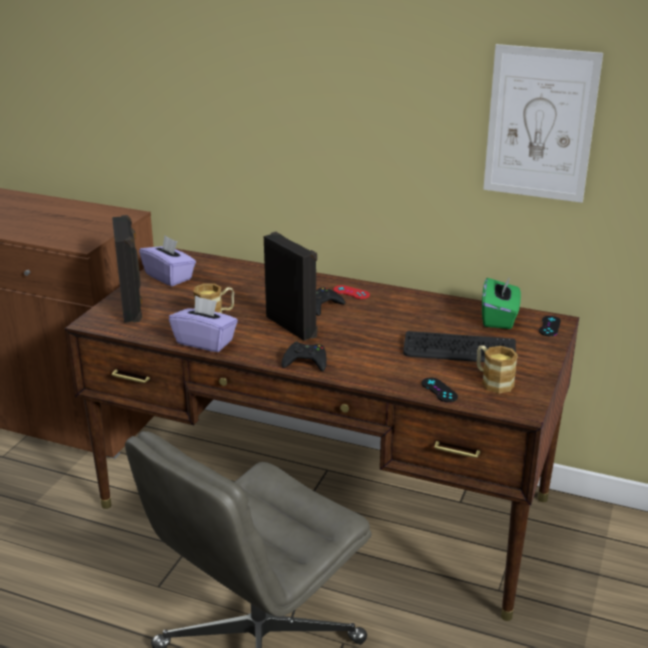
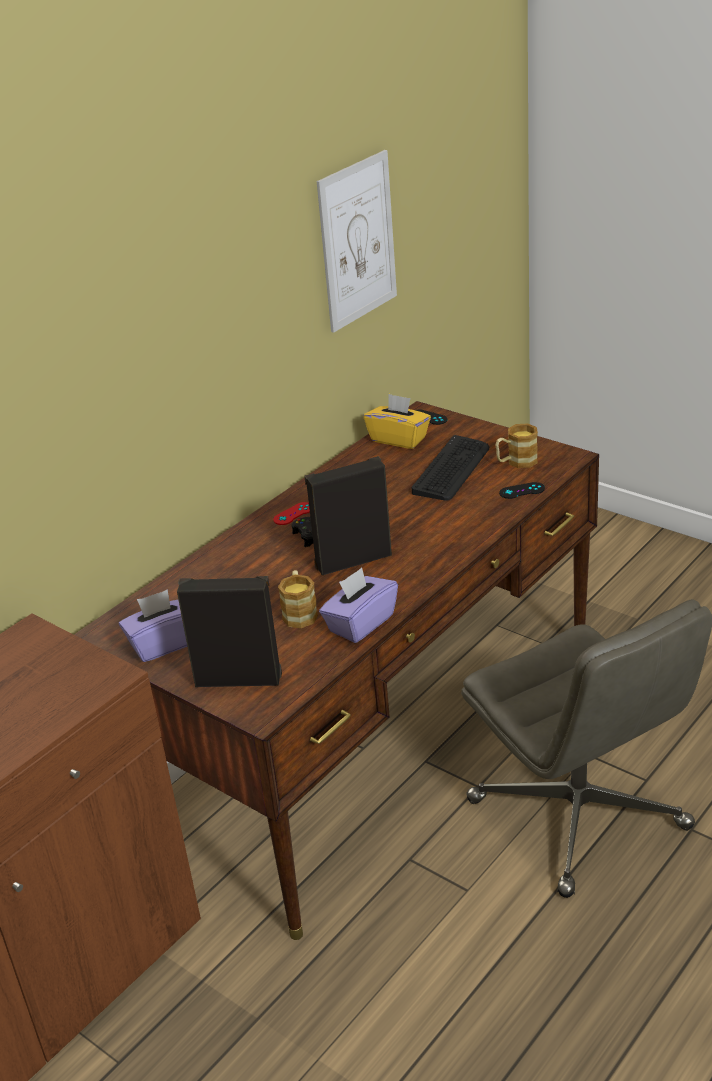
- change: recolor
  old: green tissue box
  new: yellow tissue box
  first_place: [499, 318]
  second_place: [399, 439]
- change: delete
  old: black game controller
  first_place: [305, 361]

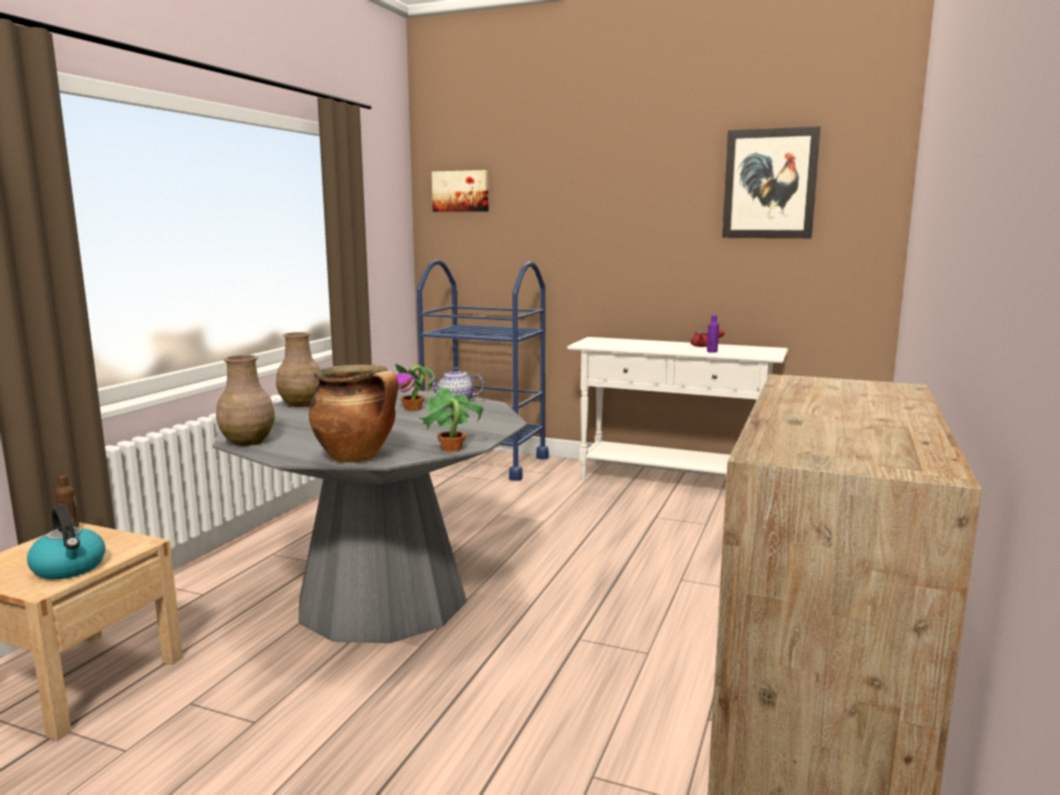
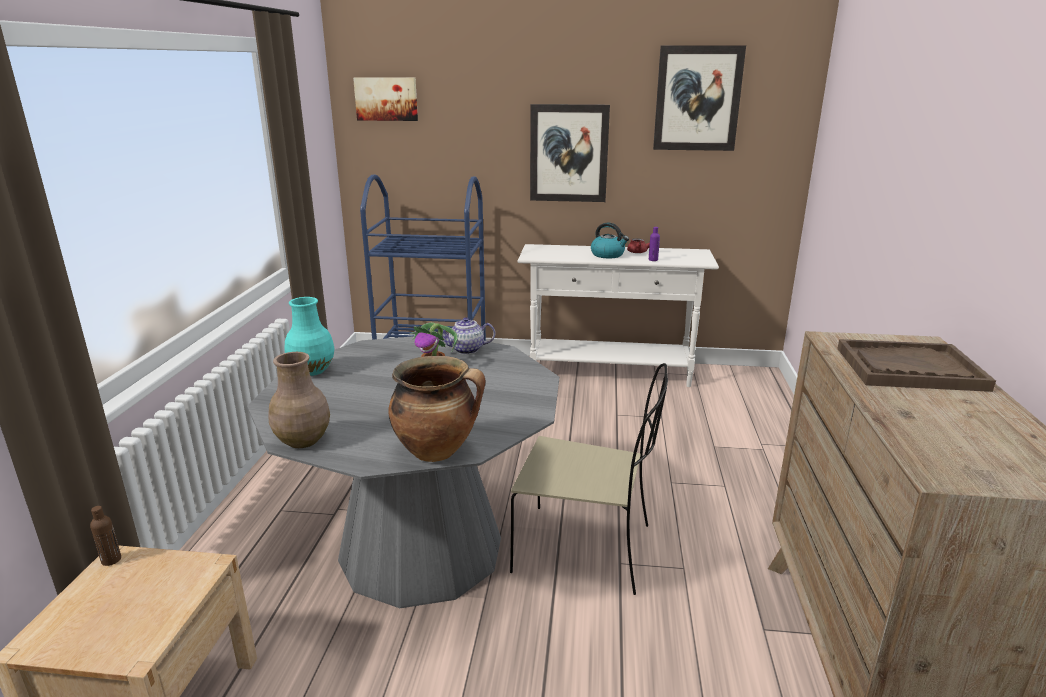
- change: recolor
  old: brown vase
  new: turquoise vase
  first_place: [302, 404]
  second_place: [313, 370]
- change: delete
  old: potted plant
  first_place: [451, 448]
- change: move
  old: kettle
  first_place: [70, 568]
  second_place: [608, 255]
- change: insert
  new: picture
  second_place: [569, 153]
- change: insert
  new: brown tray
  second_place: [909, 369]
- change: insert
  new: beige chair
  second_place: [586, 549]

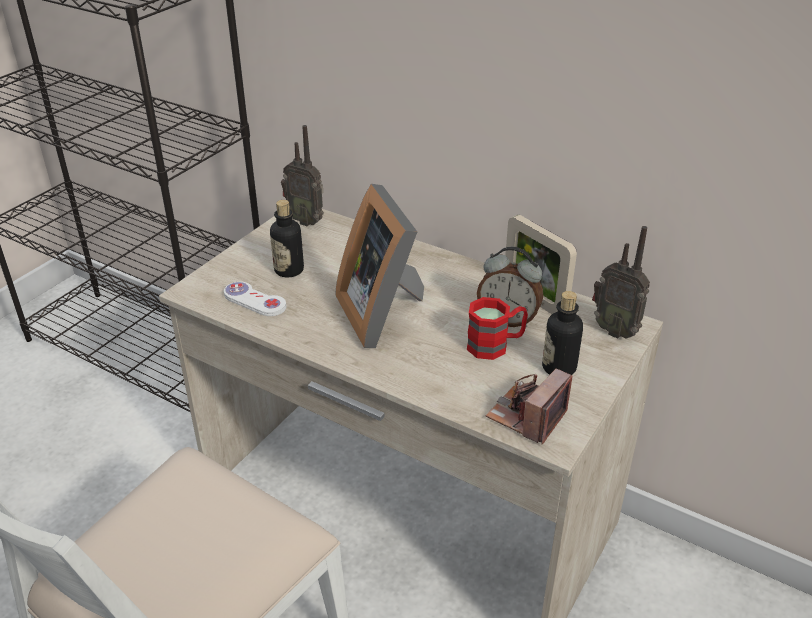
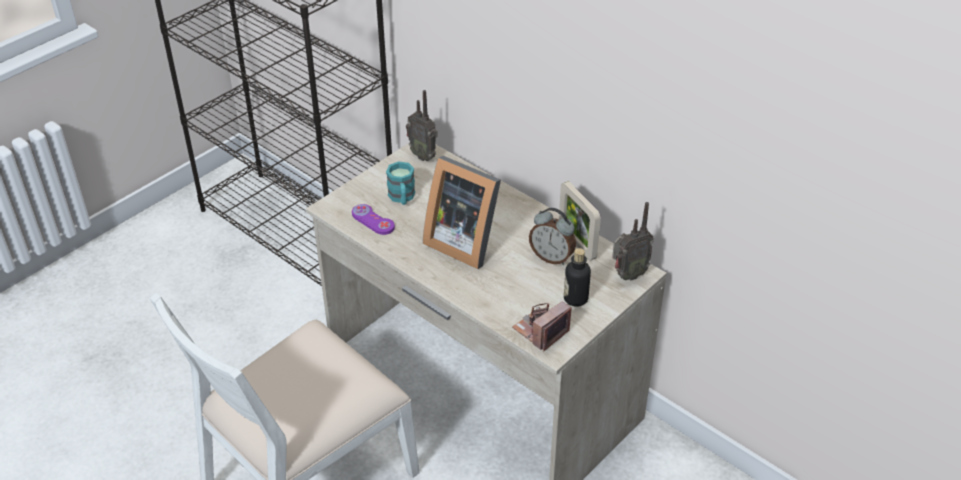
- change: rotate
  old: picture frame
  first_place: [384, 313]
  second_place: [463, 241]
  degrees: -45
- change: replace
  old: bottle
  new: turquoise mug
  first_place: [289, 270]
  second_place: [402, 198]
- change: rotate
  old: radio
  first_place: [615, 330]
  second_place: [627, 275]
  degrees: -75
- change: recolor
  old: white game controller
  new: purple game controller
  first_place: [255, 301]
  second_place: [373, 220]
- change: delete
  old: red mug
  first_place: [495, 345]

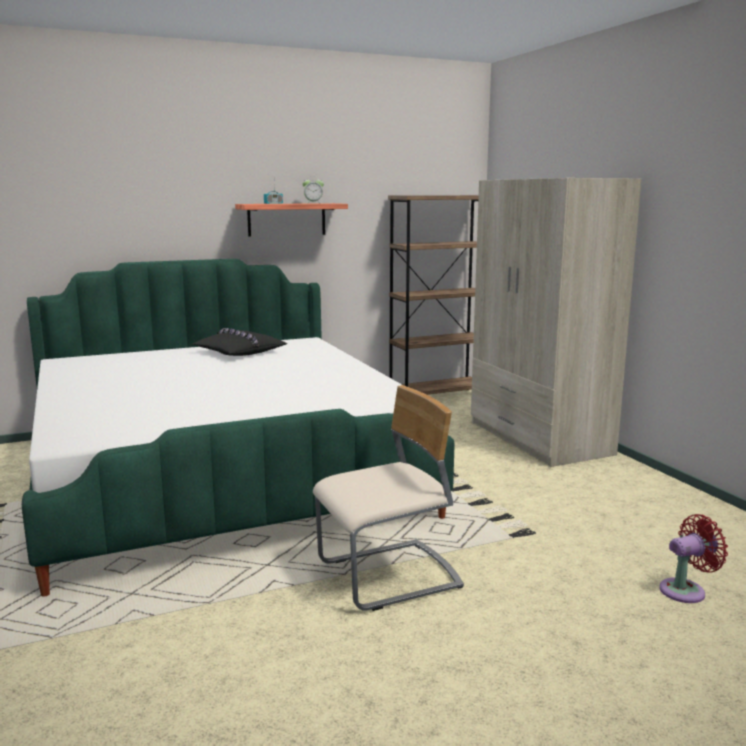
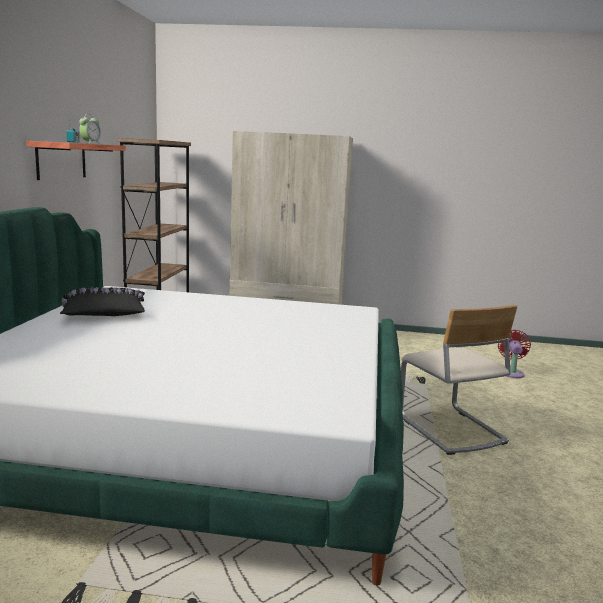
- change: rotate
  old: beige chair
  first_place: [389, 577]
  second_place: [450, 429]
  degrees: 150

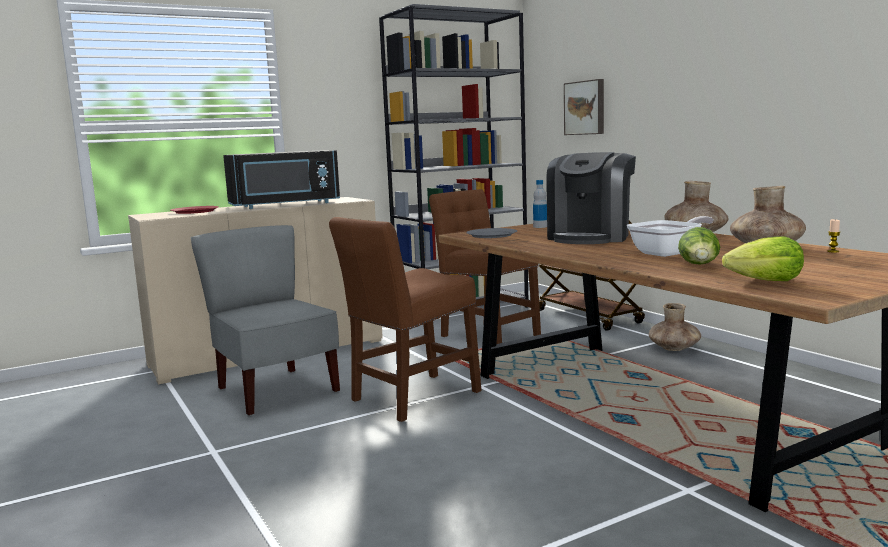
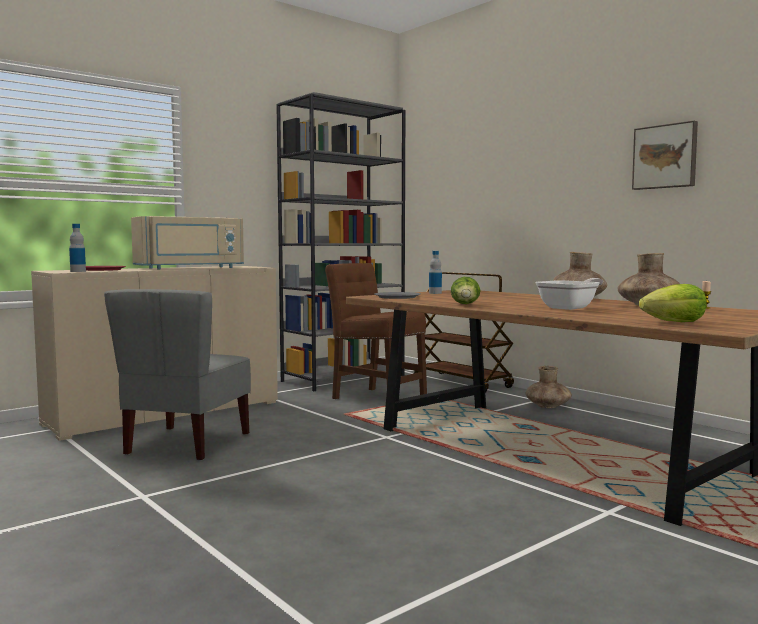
- change: move
  old: picture
  first_place: [585, 108]
  second_place: [665, 157]
- change: recolor
  old: black microwave
  new: beige microwave
  first_place: [285, 205]
  second_place: [191, 268]
- change: delete
  old: coffee machine
  first_place: [590, 237]
- change: delete
  old: brown chair
  first_place: [411, 398]
- change: rotate
  old: grey chair
  first_place: [275, 391]
  second_place: [186, 444]
  degrees: -120
- change: move
  old: lettuce
  first_place: [700, 266]
  second_place: [466, 305]
- change: insert
  new: bottle
  second_place: [78, 271]

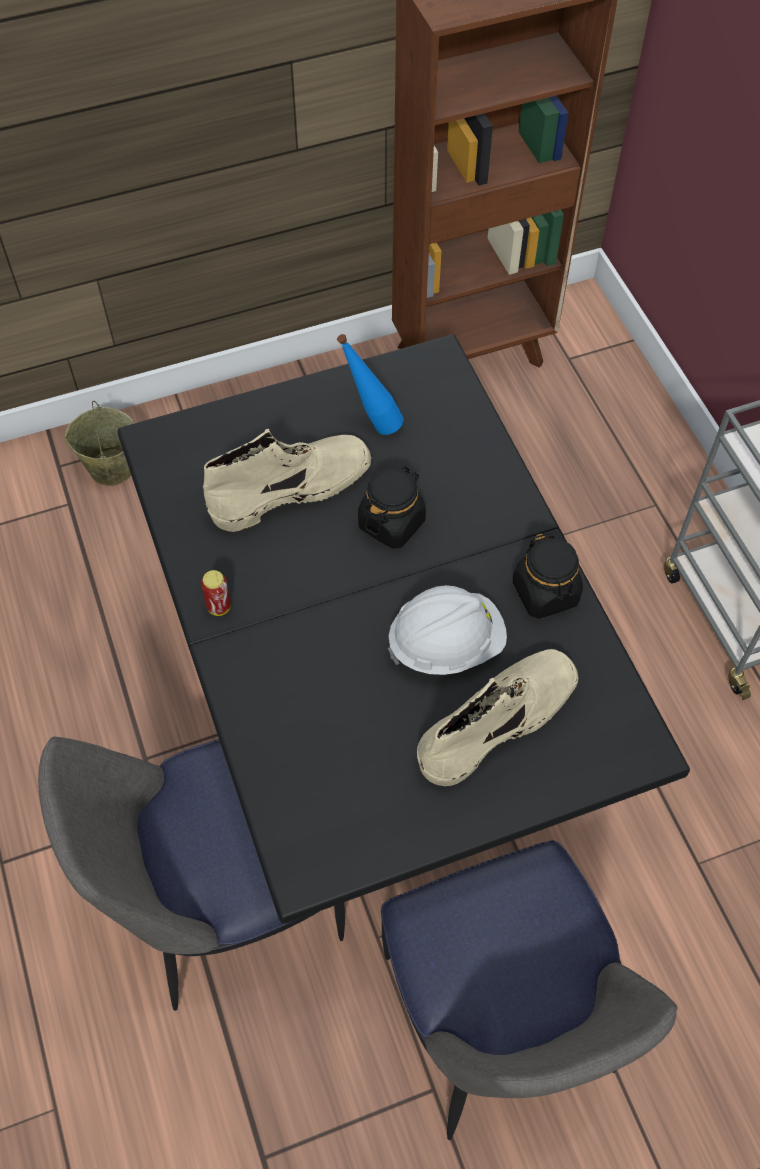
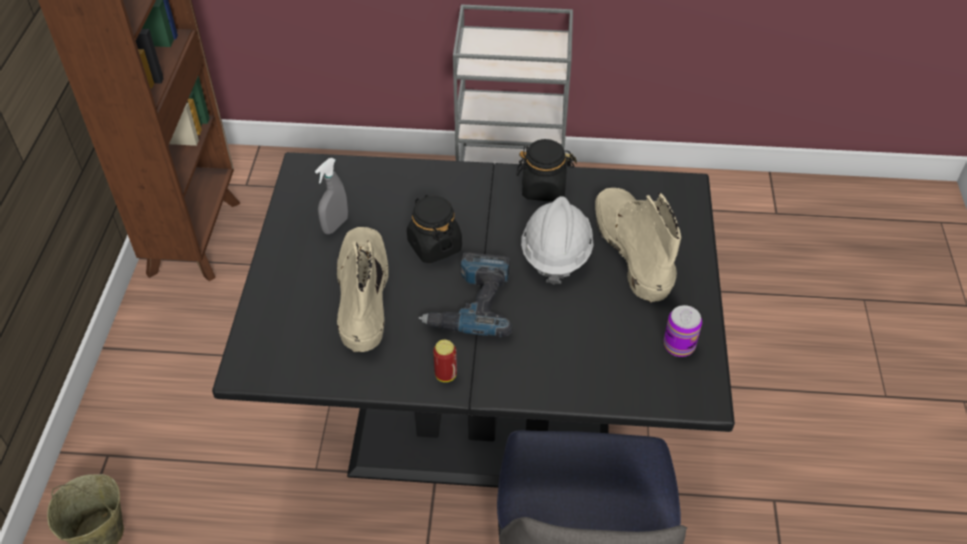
- change: replace
  old: blue bottle
  new: grey spray bottle
  first_place: [371, 424]
  second_place: [335, 225]
- change: delete
  old: chair
  first_place: [498, 1022]
- change: insert
  new: power drill
  second_place: [471, 302]
- change: insert
  new: can
  second_place: [679, 345]

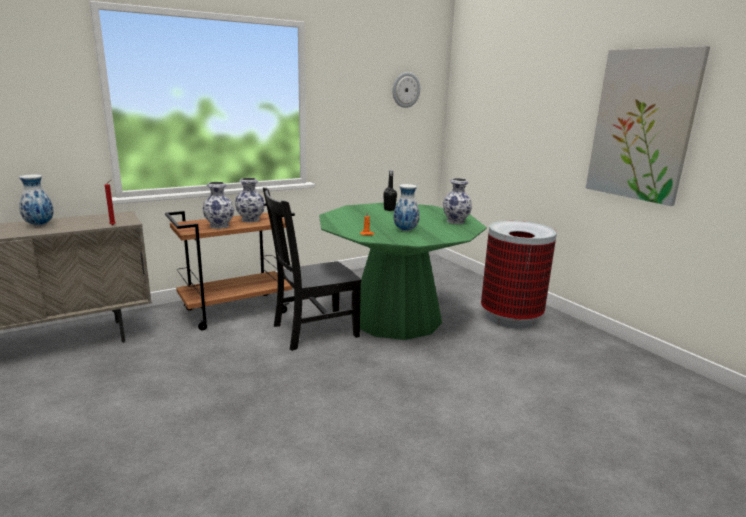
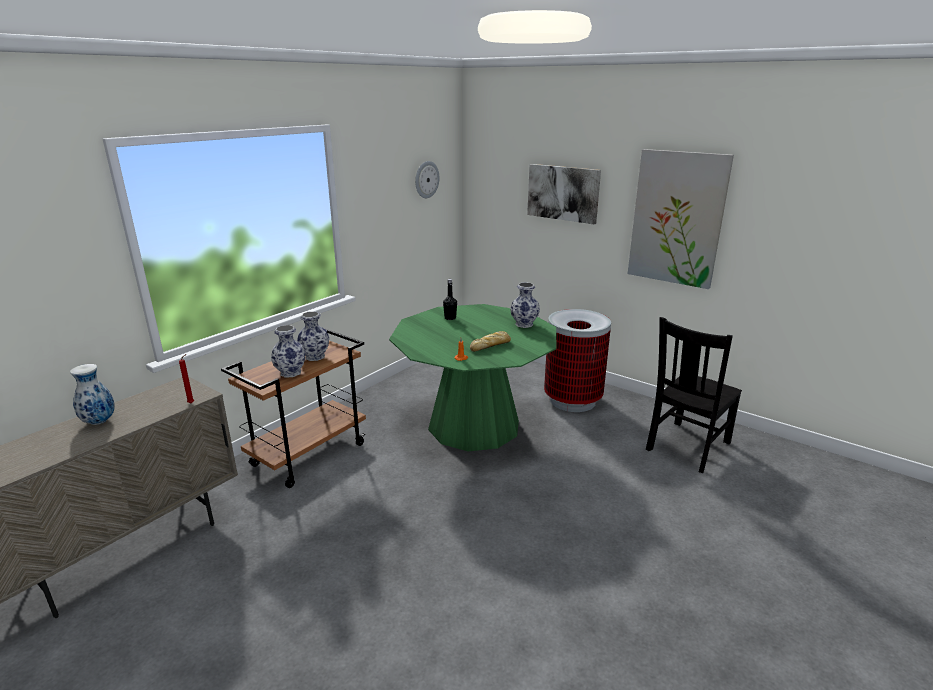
- change: replace
  old: vase
  new: bread
  first_place: [406, 230]
  second_place: [491, 345]
- change: move
  old: black chair
  first_place: [312, 331]
  second_place: [686, 447]
- change: insert
  new: picture
  second_place: [563, 193]

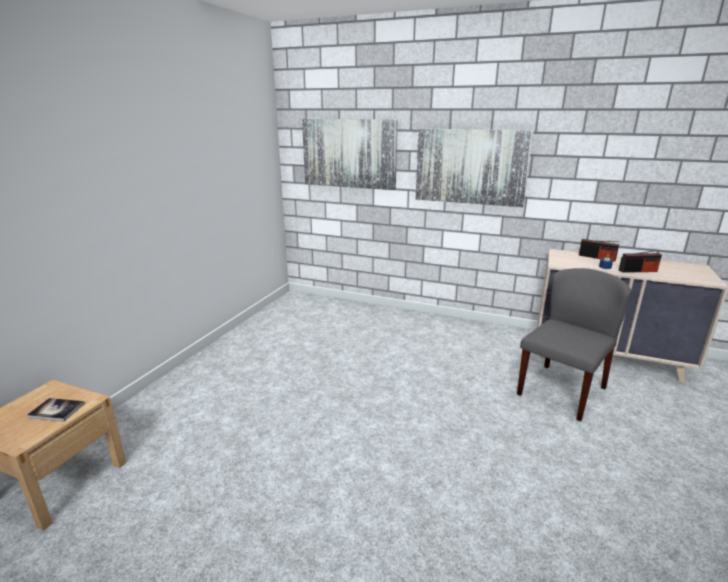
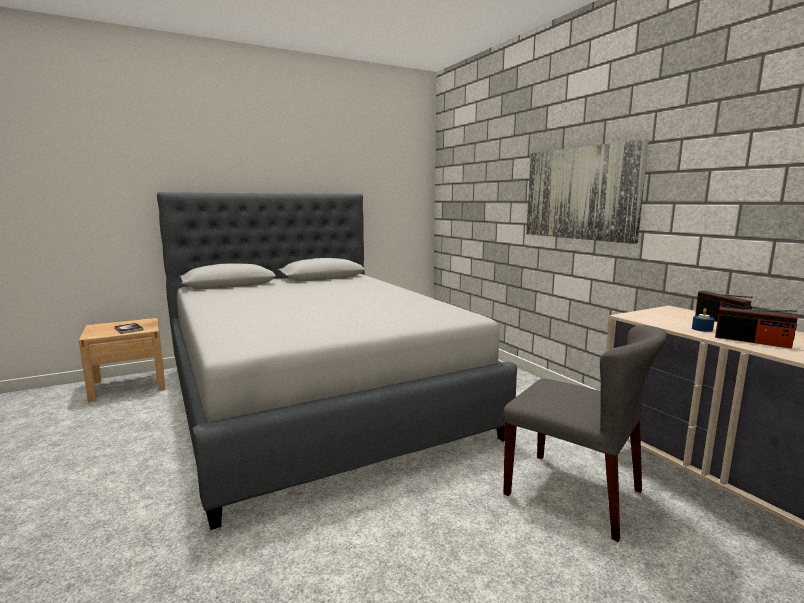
- change: delete
  old: picture
  first_place: [349, 153]
- change: rotate
  old: grey chair
  first_place: [561, 390]
  second_place: [574, 492]
  degrees: 45
- change: insert
  new: grey bed
  second_place: [316, 398]

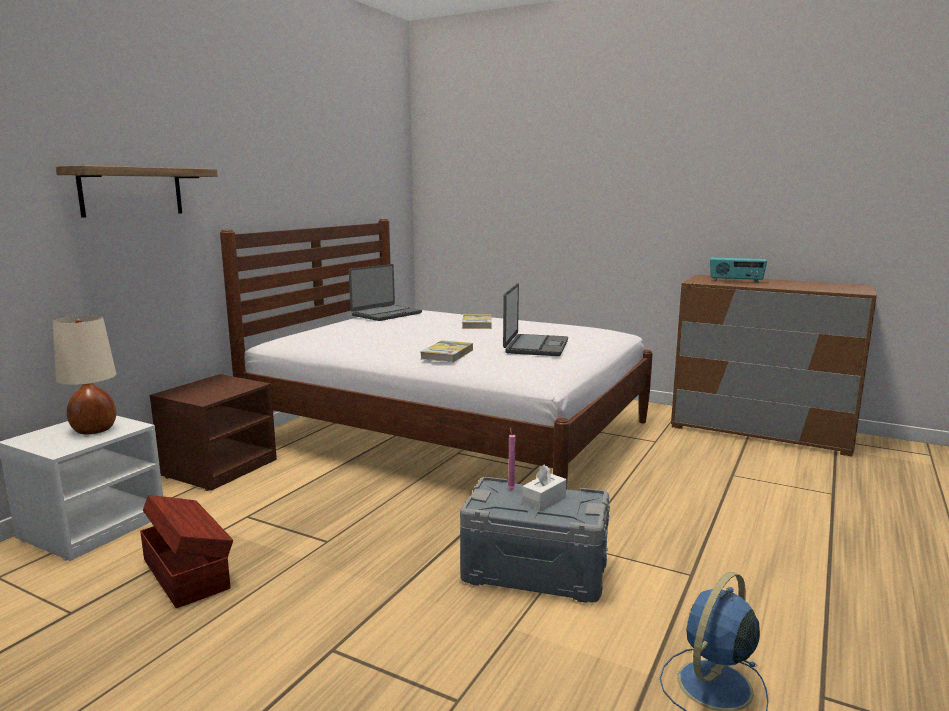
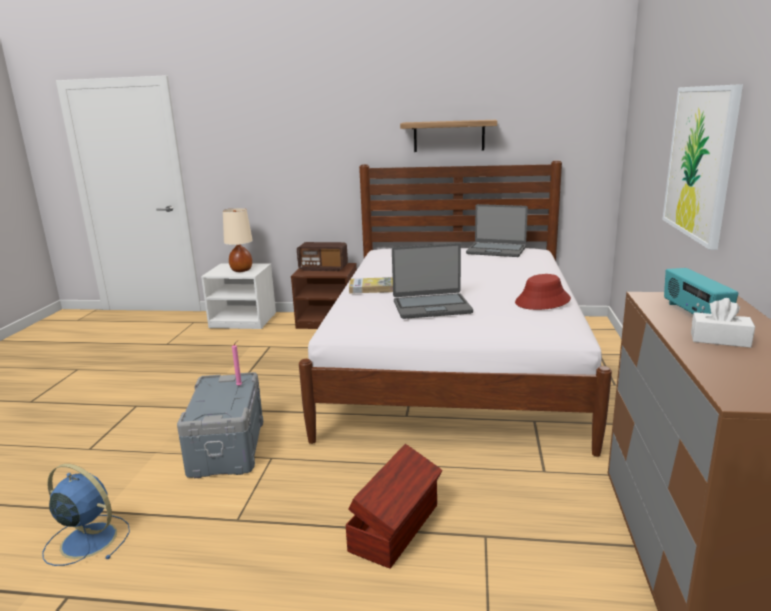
- change: move
  old: shelf
  first_place: [132, 191]
  second_place: [449, 136]
- change: delete
  old: book
  first_place: [477, 324]
- change: move
  old: white tissue box
  first_place: [544, 499]
  second_place: [720, 339]
- change: move
  old: brown storage box
  first_place: [187, 572]
  second_place: [396, 527]
- change: insert
  new: picture
  second_place: [700, 162]
- change: insert
  new: radio
  second_place: [323, 268]
- change: insert
  new: red hat
  second_place: [543, 301]

